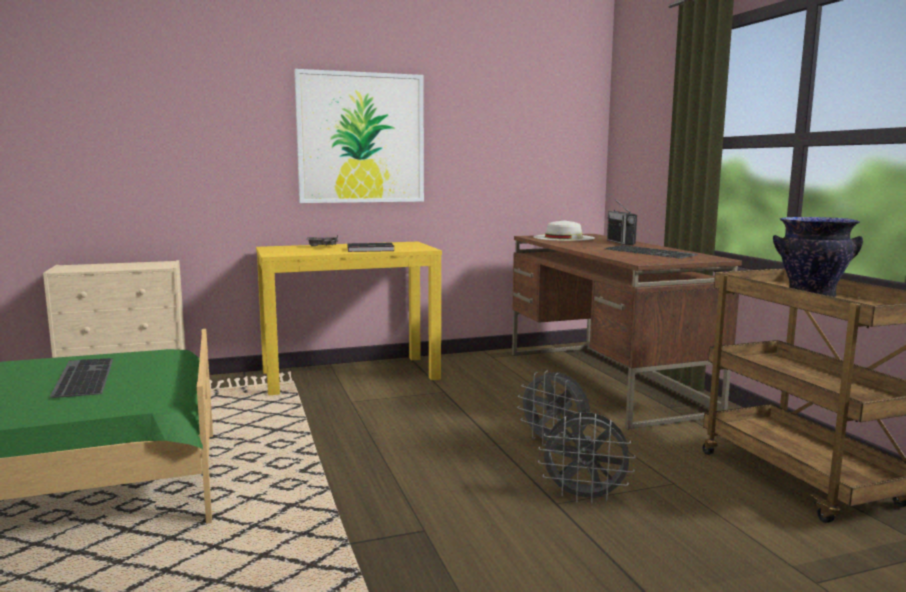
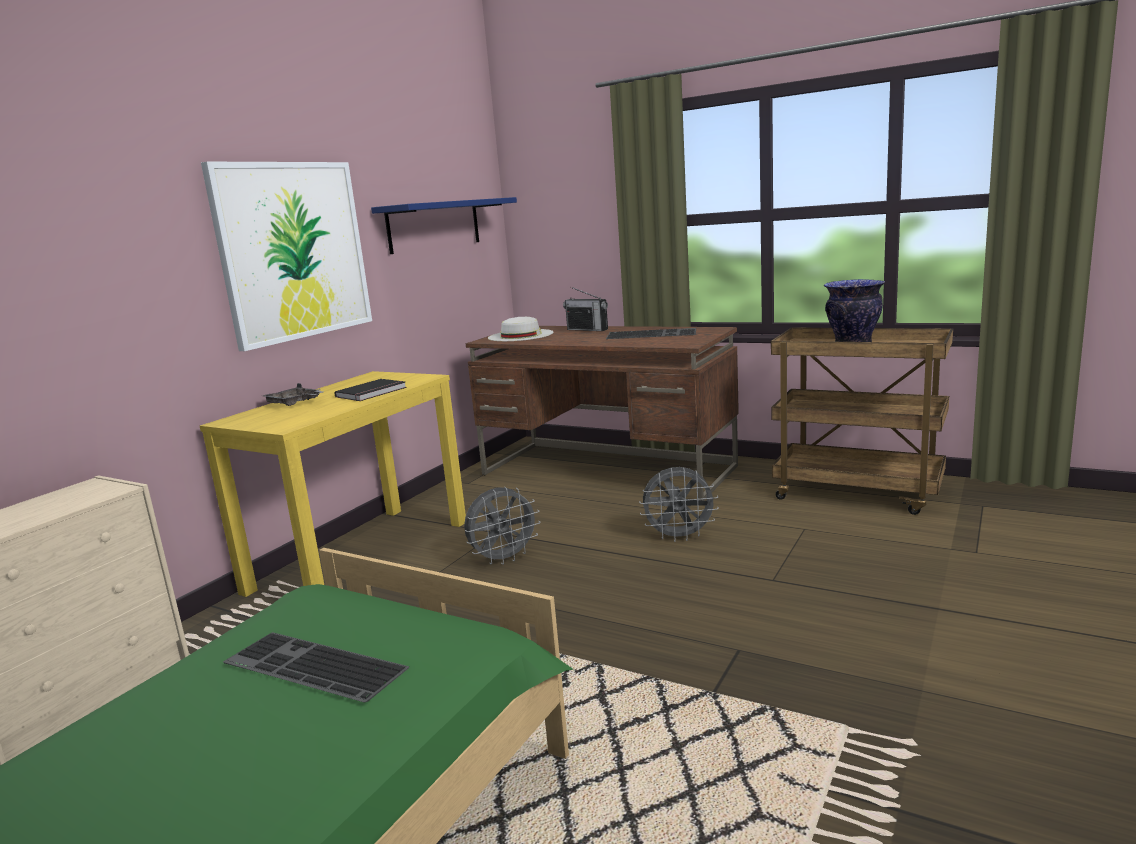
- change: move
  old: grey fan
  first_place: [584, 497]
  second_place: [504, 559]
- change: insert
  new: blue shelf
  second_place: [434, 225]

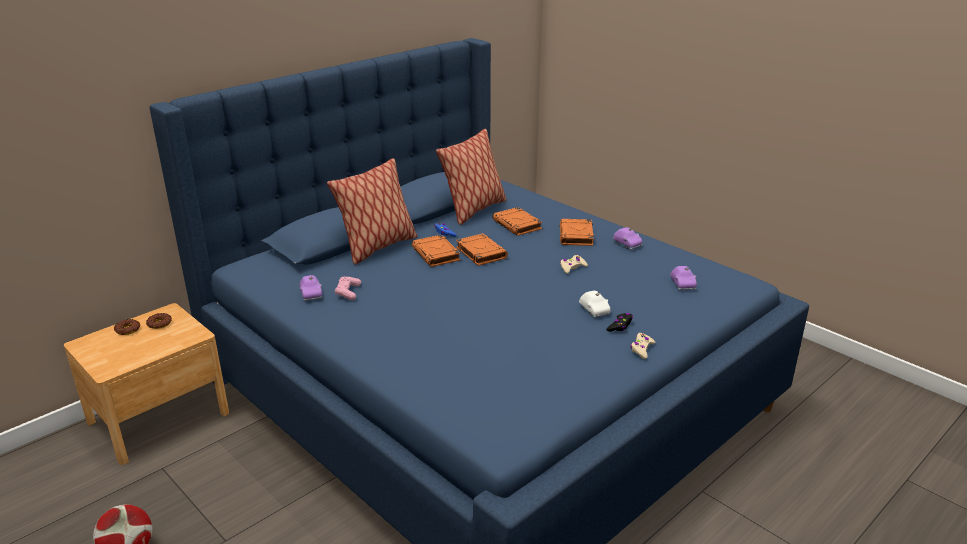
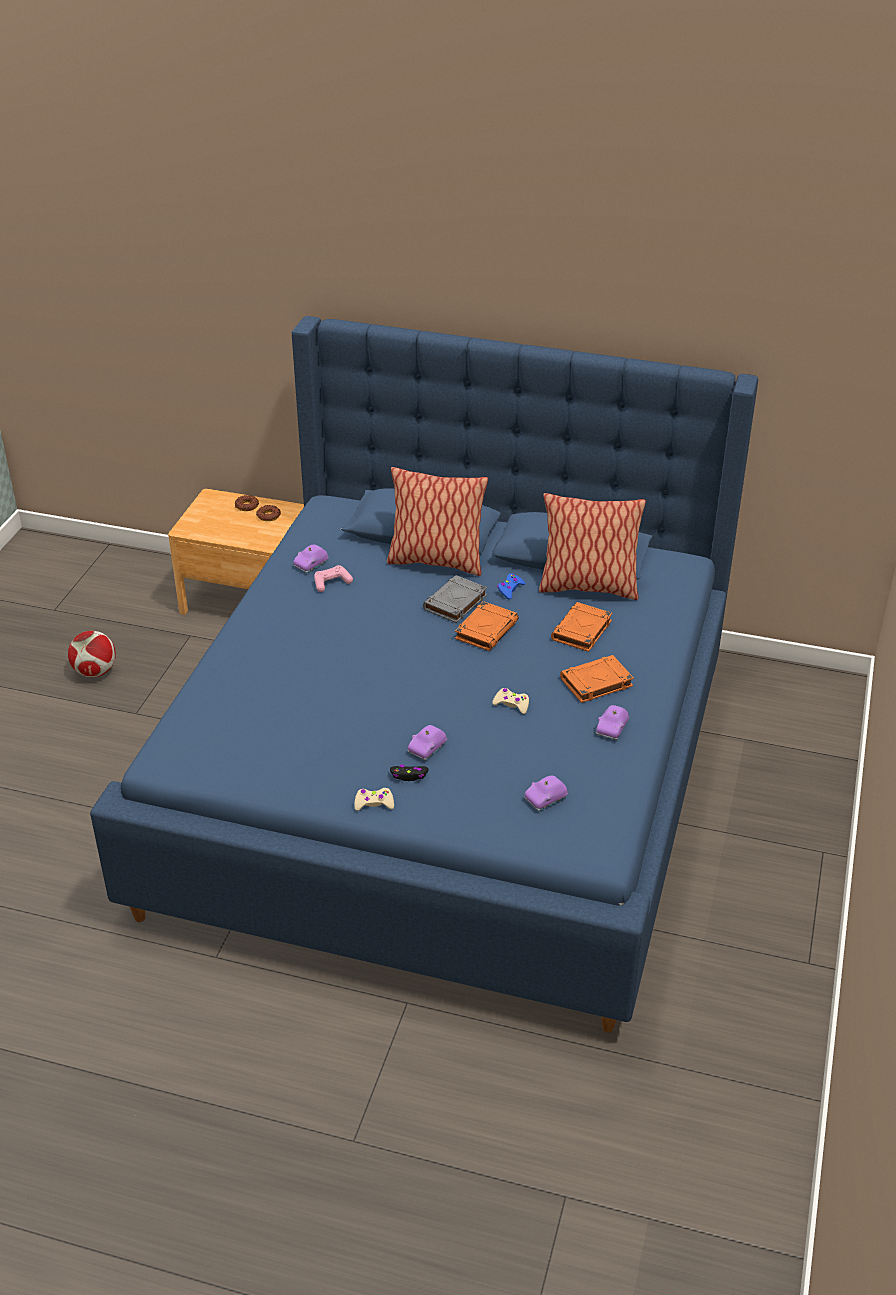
- change: recolor
  old: orange book
  new: grey book
  first_place: [436, 254]
  second_place: [455, 603]
- change: recolor
  old: white toy car
  new: purple toy car
  first_place: [594, 310]
  second_place: [427, 749]

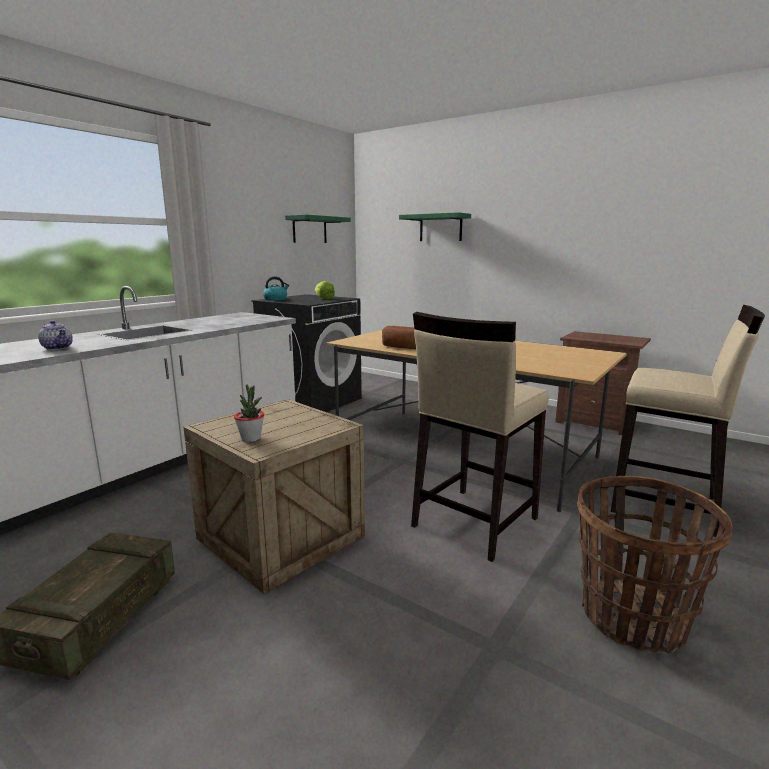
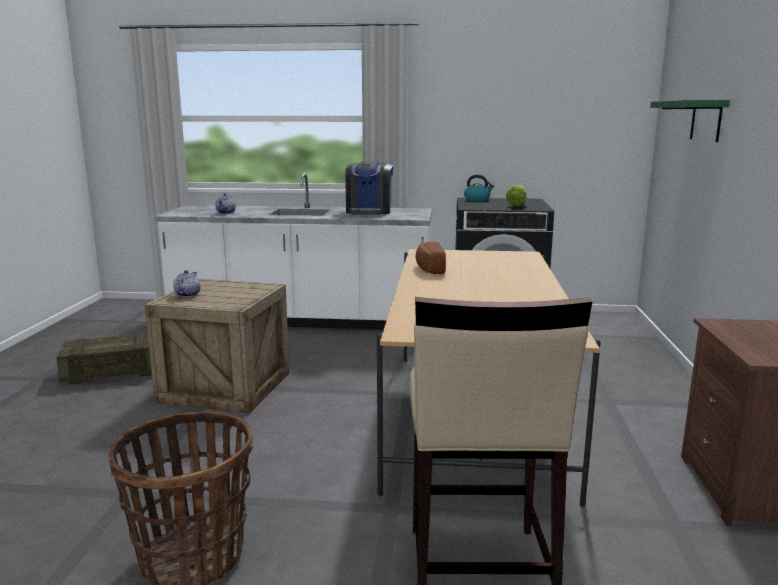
- change: delete
  old: green shelf
  first_place: [309, 229]
- change: delete
  old: beige stool
  first_place: [473, 522]
- change: replace
  old: potted plant
  new: teapot
  first_place: [251, 438]
  second_place: [187, 295]
- change: insert
  new: coffee machine
  second_place: [369, 211]

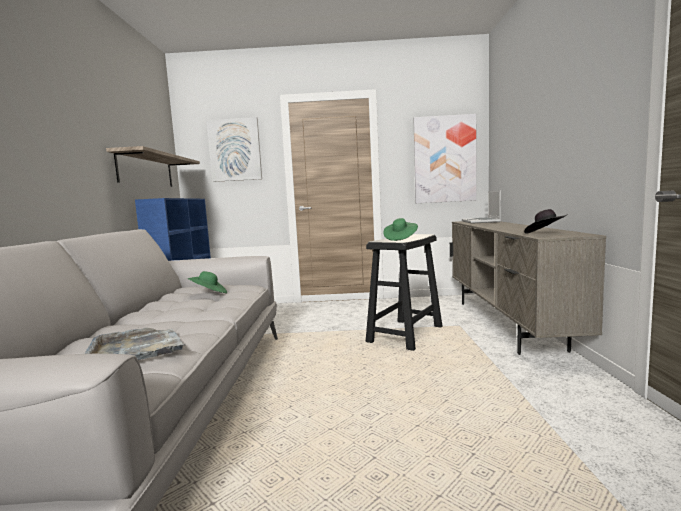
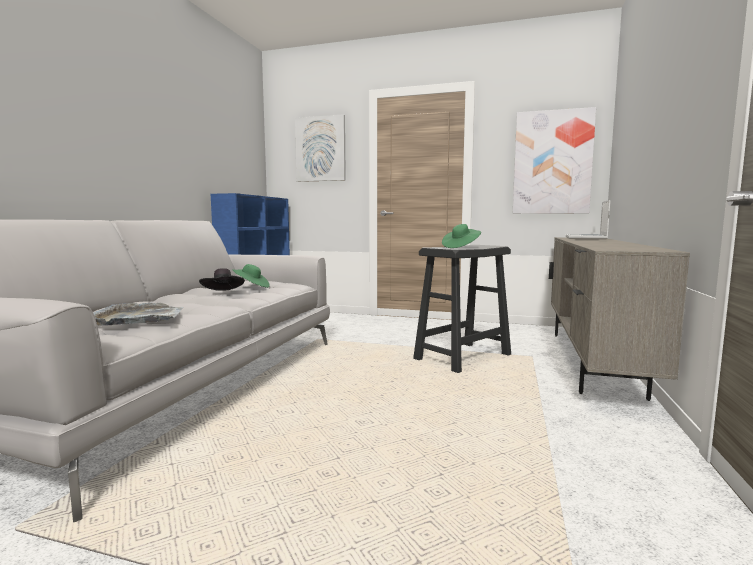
- change: delete
  old: shelf
  first_place: [146, 170]
- change: move
  old: black hat
  first_place: [545, 234]
  second_place: [223, 293]

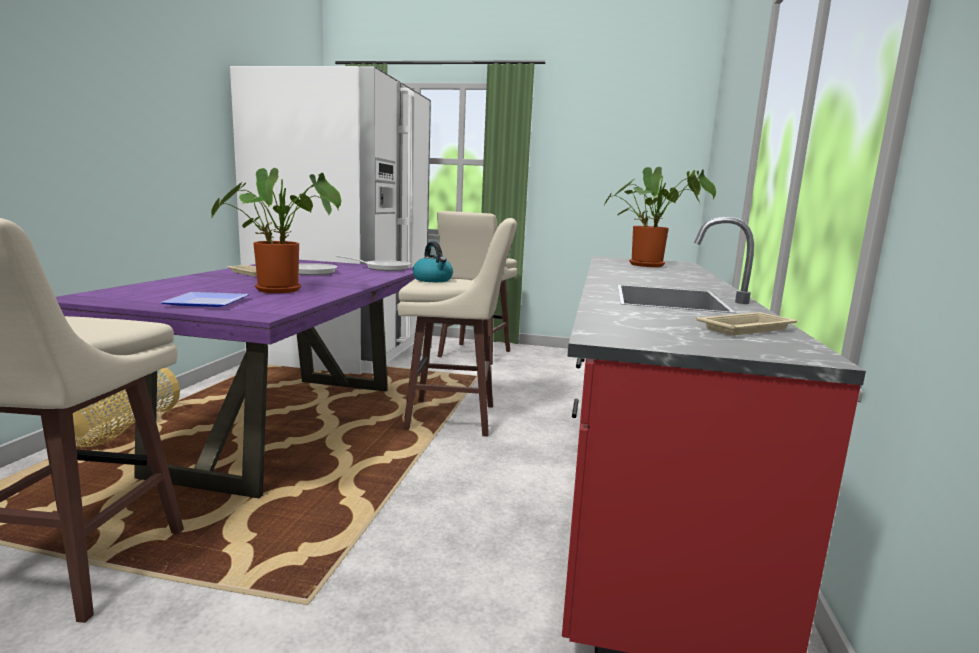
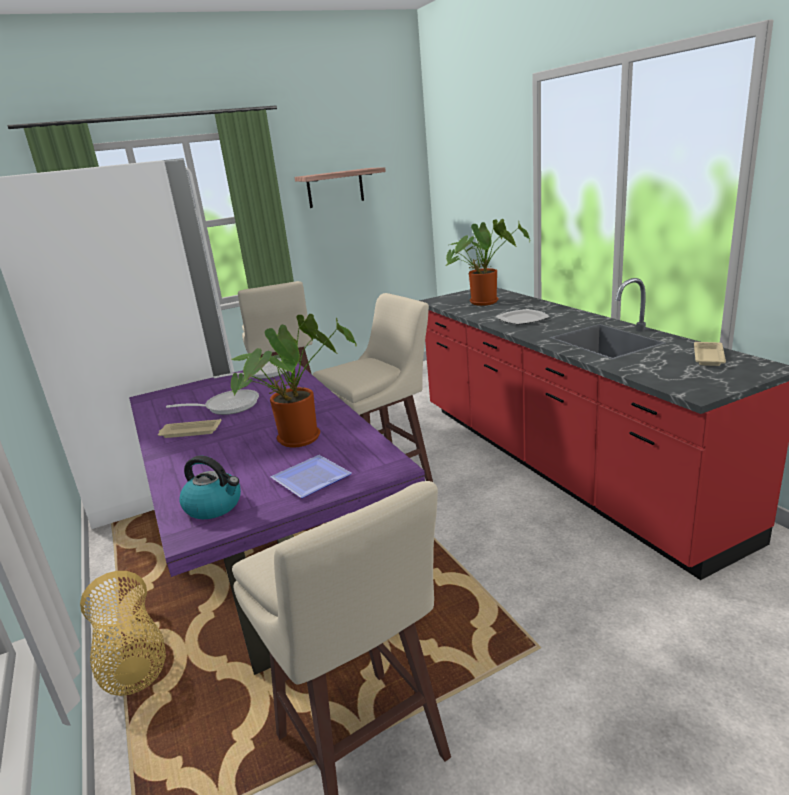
- change: move
  old: kettle
  first_place: [433, 280]
  second_place: [214, 506]
- change: insert
  new: shelf
  second_place: [335, 188]
- change: insert
  new: plate
  second_place: [522, 319]

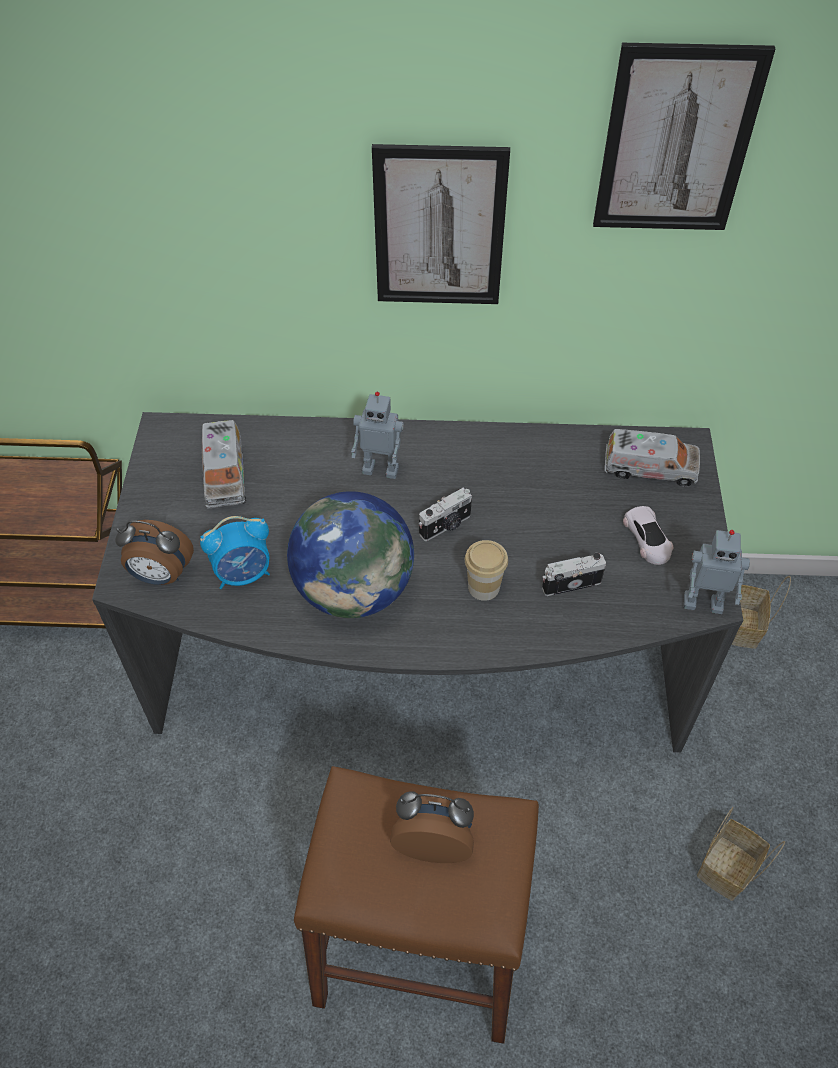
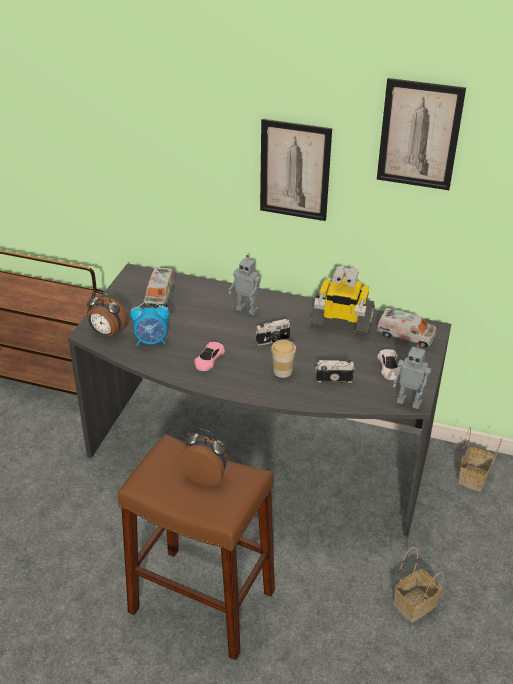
- change: replace
  old: globe
  new: pink toy car
  first_place: [354, 589]
  second_place: [209, 359]
- change: insert
  new: toy robot
  second_place: [341, 324]

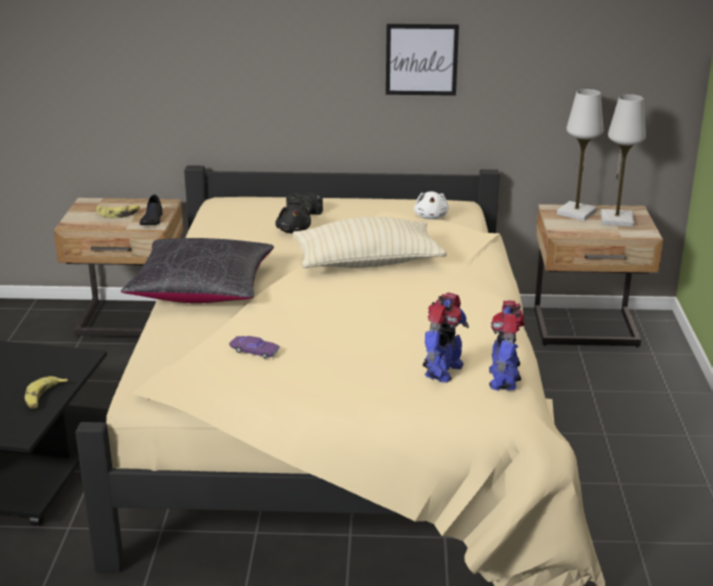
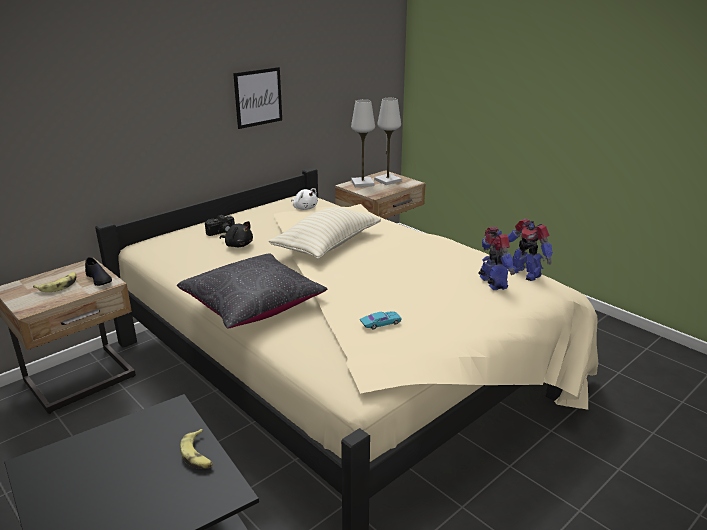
- change: recolor
  old: purple toy car
  new: turquoise toy car
  first_place: [254, 351]
  second_place: [380, 323]

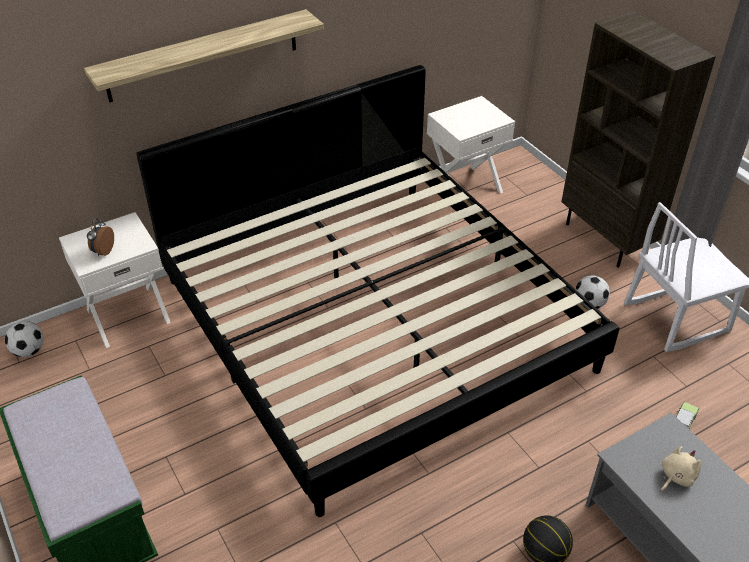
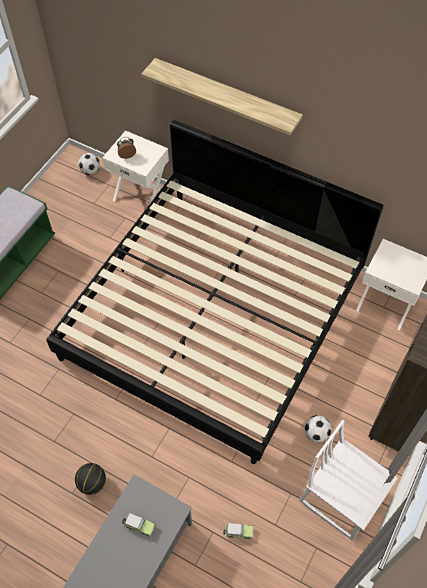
- change: replace
  old: beige plush toy
  new: toy car
  first_place: [676, 476]
  second_place: [138, 525]

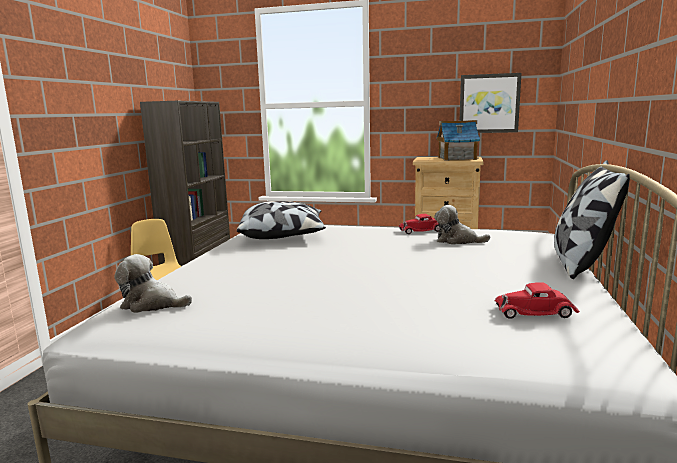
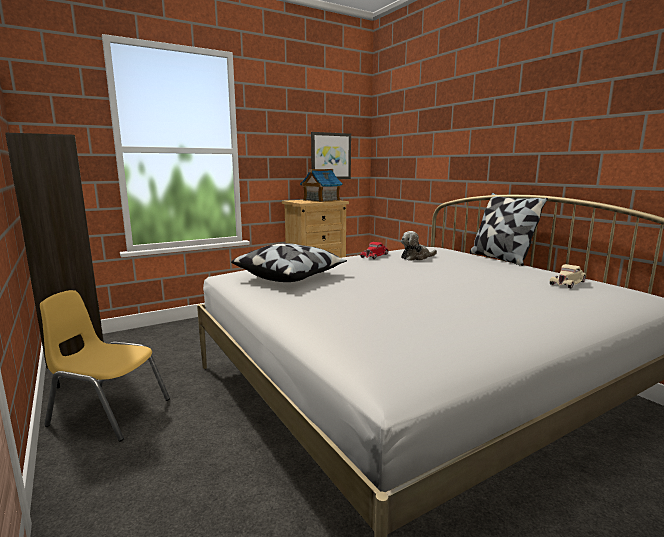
- change: delete
  old: plush toy
  first_place: [152, 304]
- change: recolor
  old: red toy car
  new: beige toy car
  first_place: [535, 312]
  second_place: [568, 282]

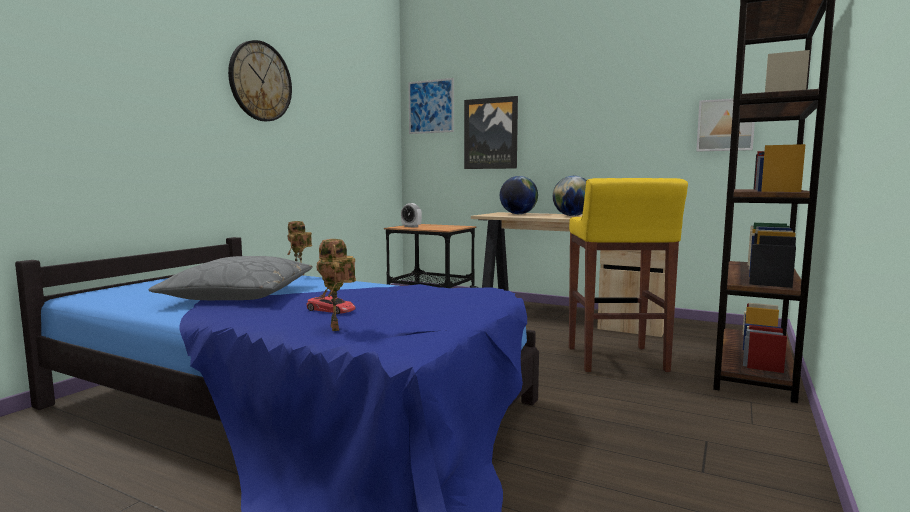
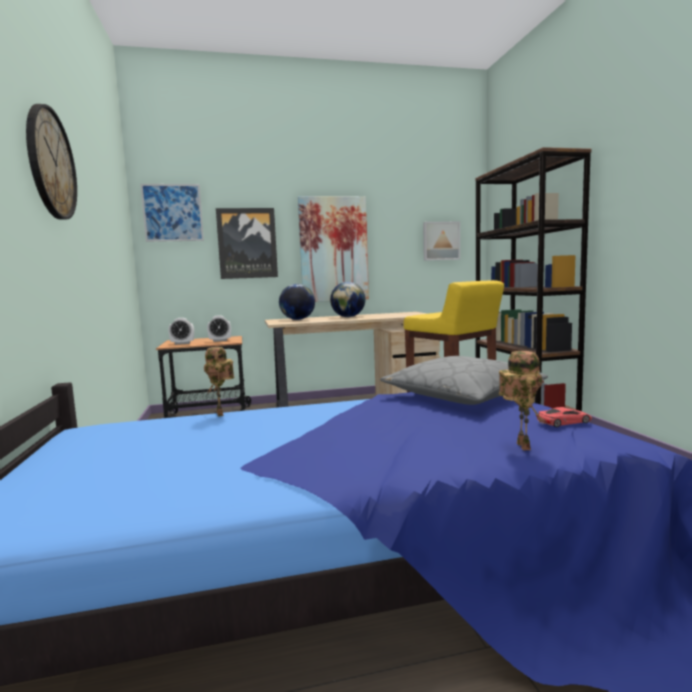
- change: rotate
  old: toy robot
  first_place: [337, 328]
  second_place: [520, 446]
  degrees: -120
- change: move
  old: grey pillow
  first_place: [240, 295]
  second_place: [461, 395]
- change: move
  old: red toy car
  first_place: [331, 310]
  second_place: [564, 421]
- change: insert
  new: picture
  second_place: [333, 249]
- change: insert
  new: alarm clock
  second_place: [220, 341]

